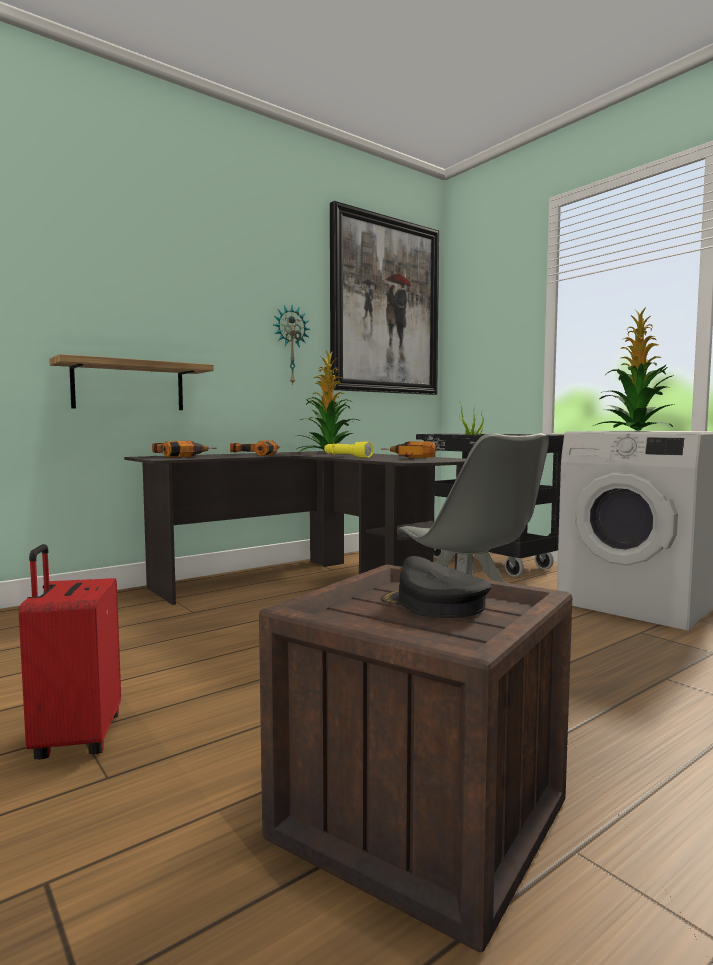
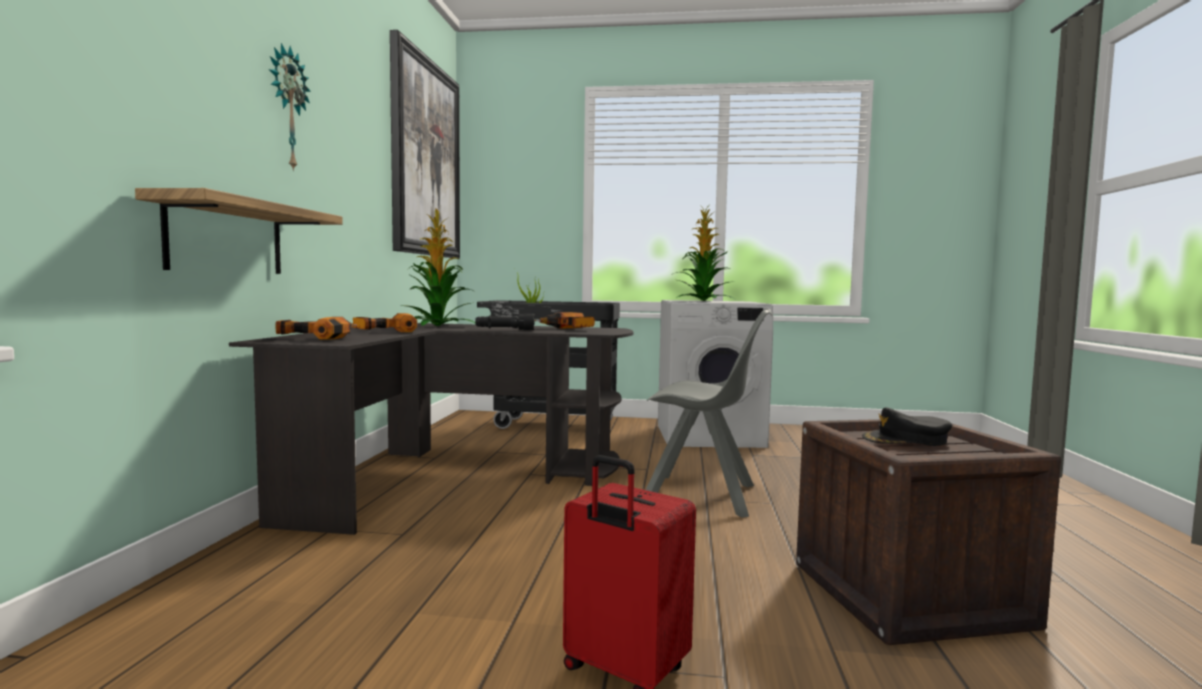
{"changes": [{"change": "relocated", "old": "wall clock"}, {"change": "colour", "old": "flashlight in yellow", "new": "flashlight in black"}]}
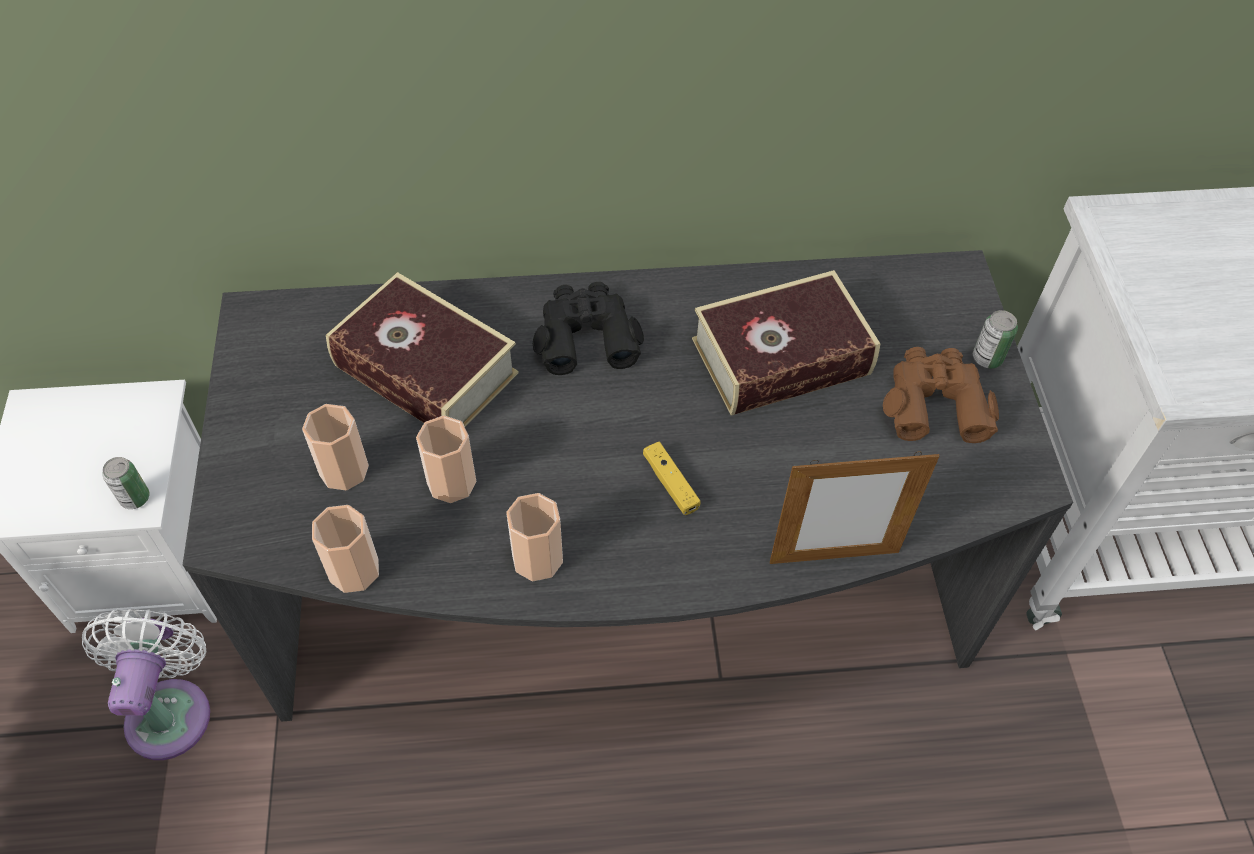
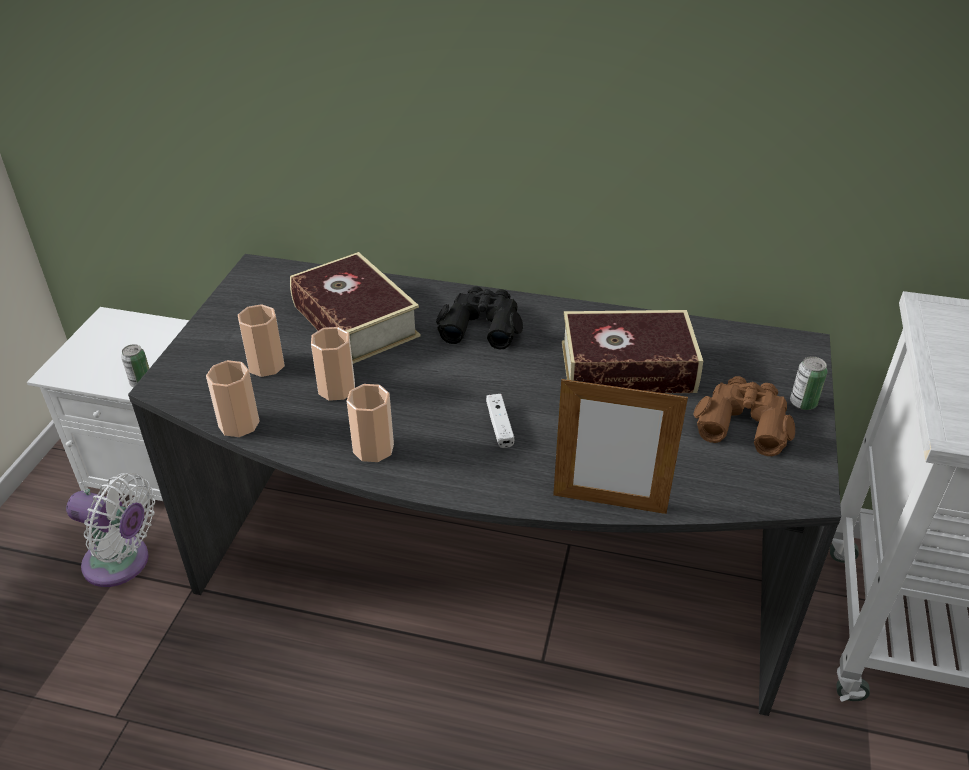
{"changes": [{"change": "colour", "old": "game controller in yellow", "new": "game controller in white"}, {"change": "spun", "old": "fan in white", "degrees": 90}]}
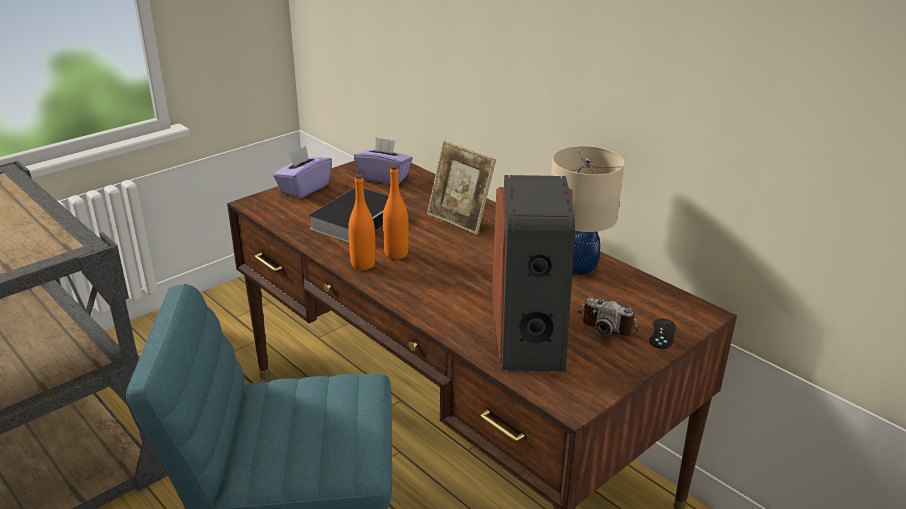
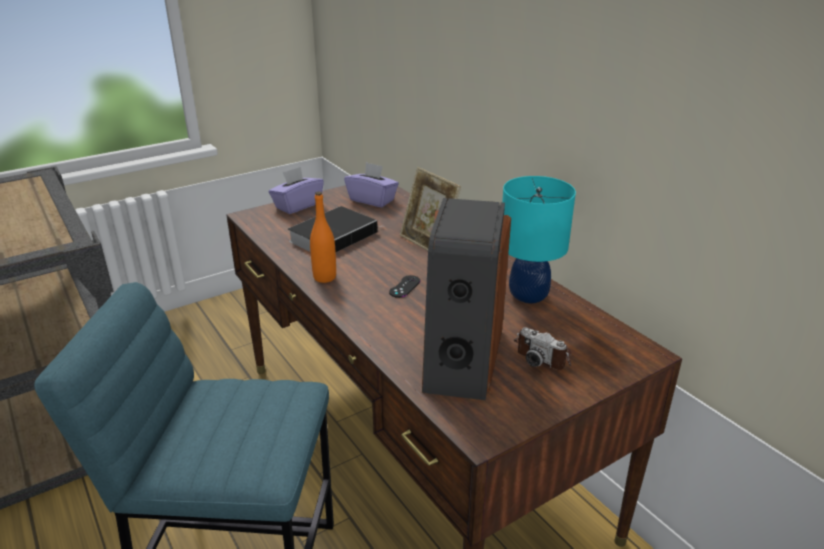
{"changes": [{"change": "colour", "old": "table lamp in beige", "new": "table lamp in turquoise"}, {"change": "missing", "old": "bottle in orange (no. 2 from left)"}, {"change": "relocated", "old": "game controller in black"}]}
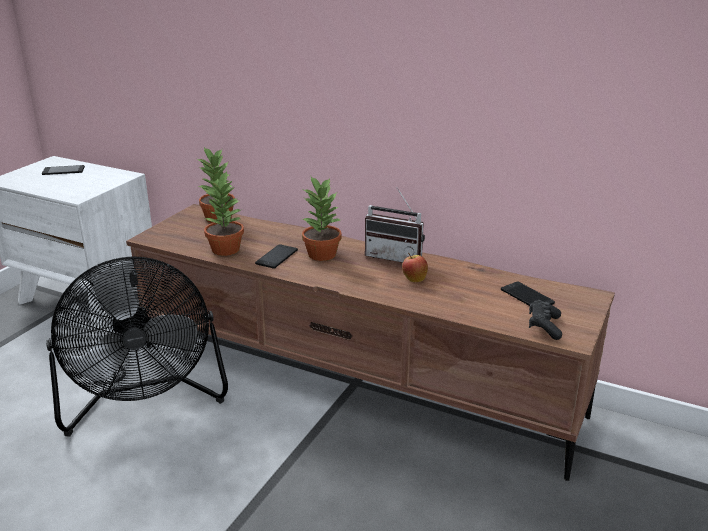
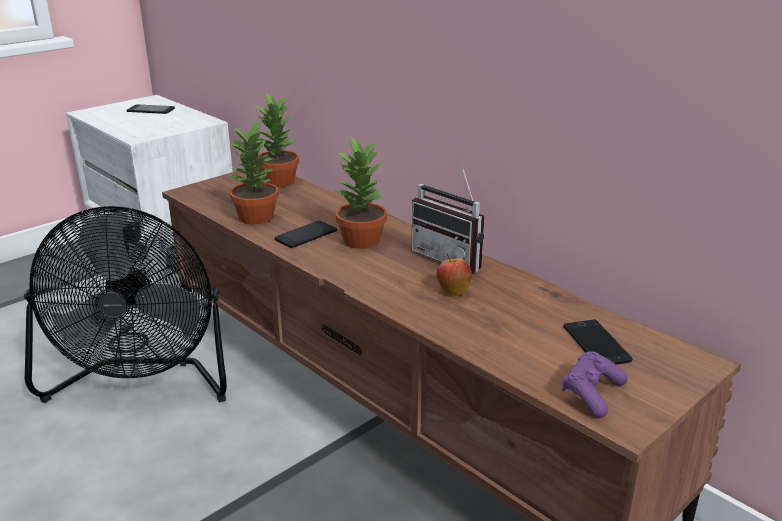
{"changes": [{"change": "colour", "old": "game controller in black", "new": "game controller in purple"}]}
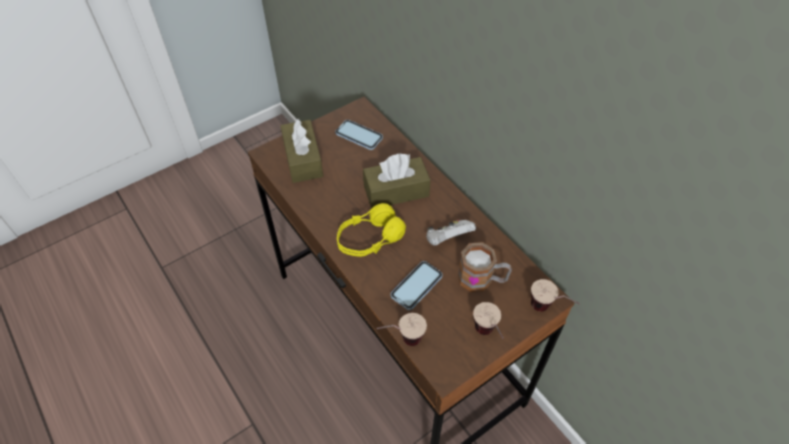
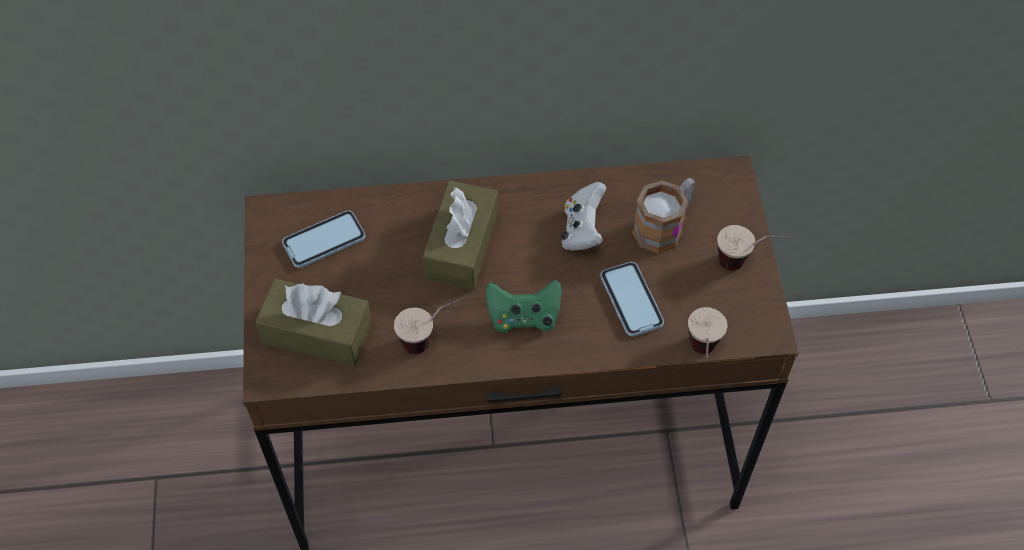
{"changes": [{"change": "exchanged", "old": "headphones in yellow", "new": "game controller in green"}, {"change": "relocated", "old": "cup (no. 3 from left in the first image)", "new": "cup (no. 1 from left)"}]}
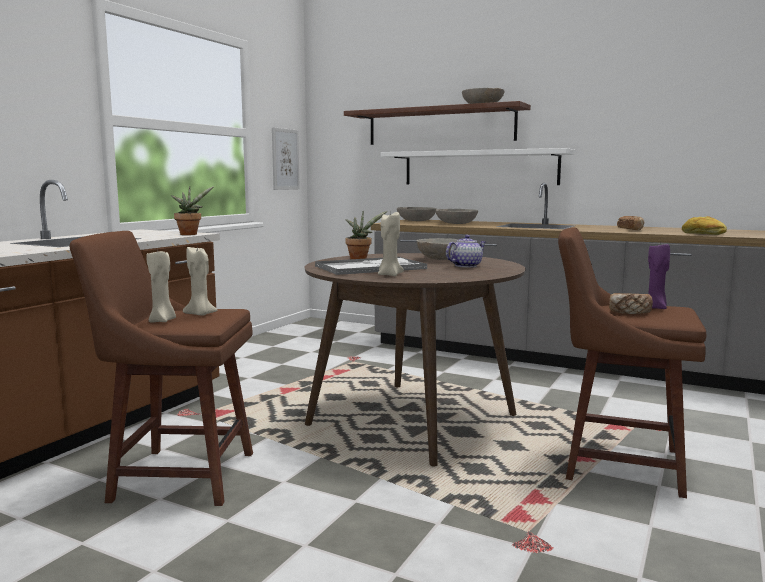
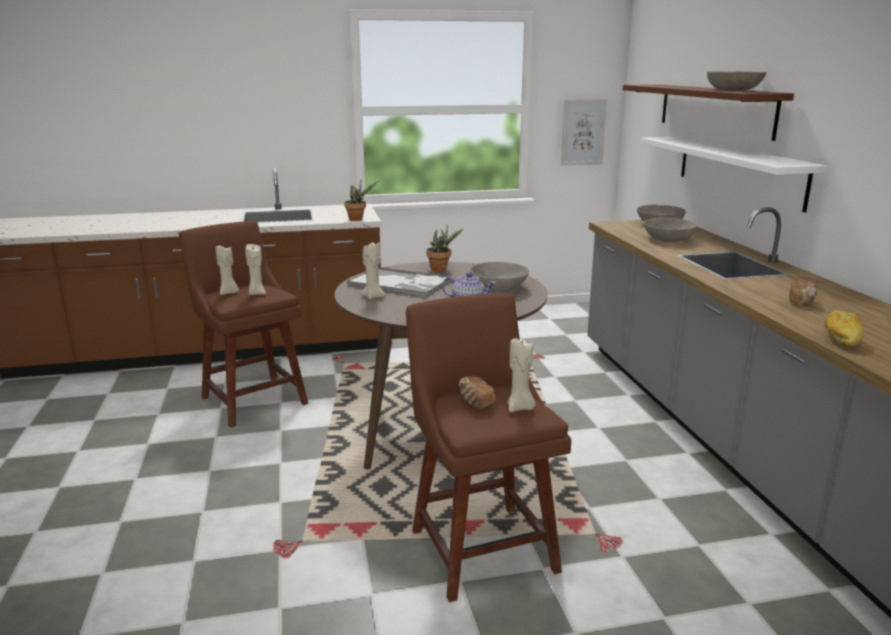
{"changes": [{"change": "colour", "old": "candle in purple", "new": "candle in beige (no. 4 from left)"}]}
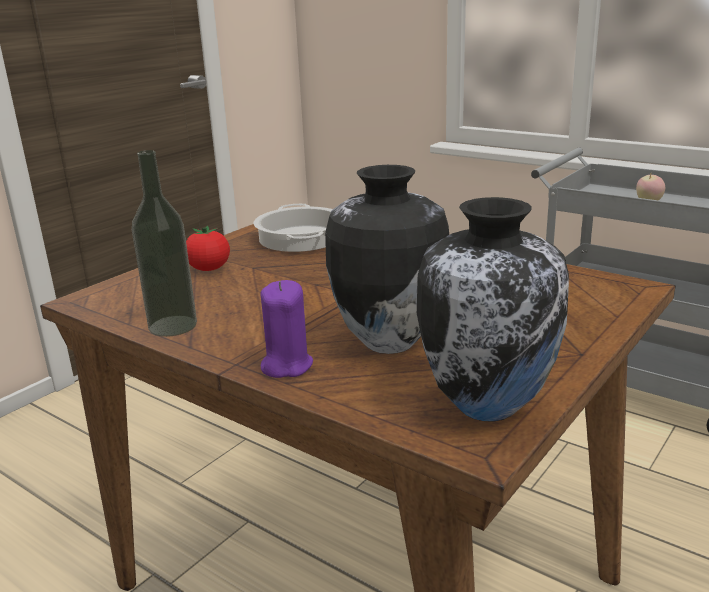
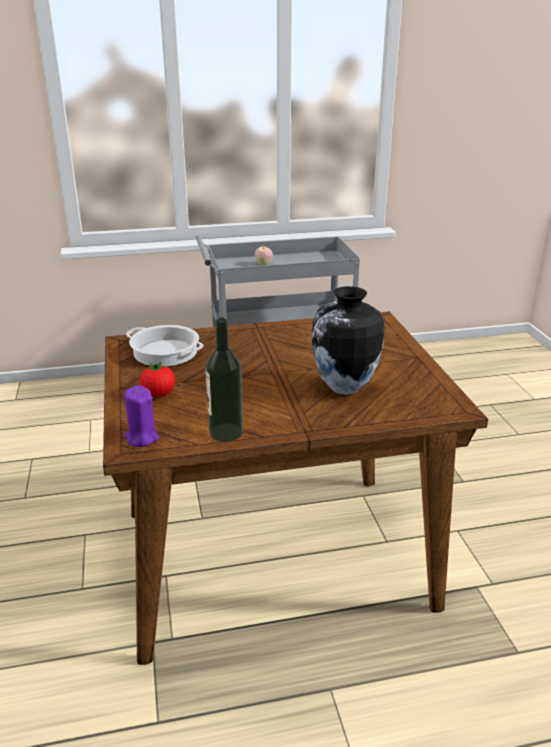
{"changes": [{"change": "missing", "old": "vase (no. 2 from left)"}, {"change": "relocated", "old": "candle in purple"}]}
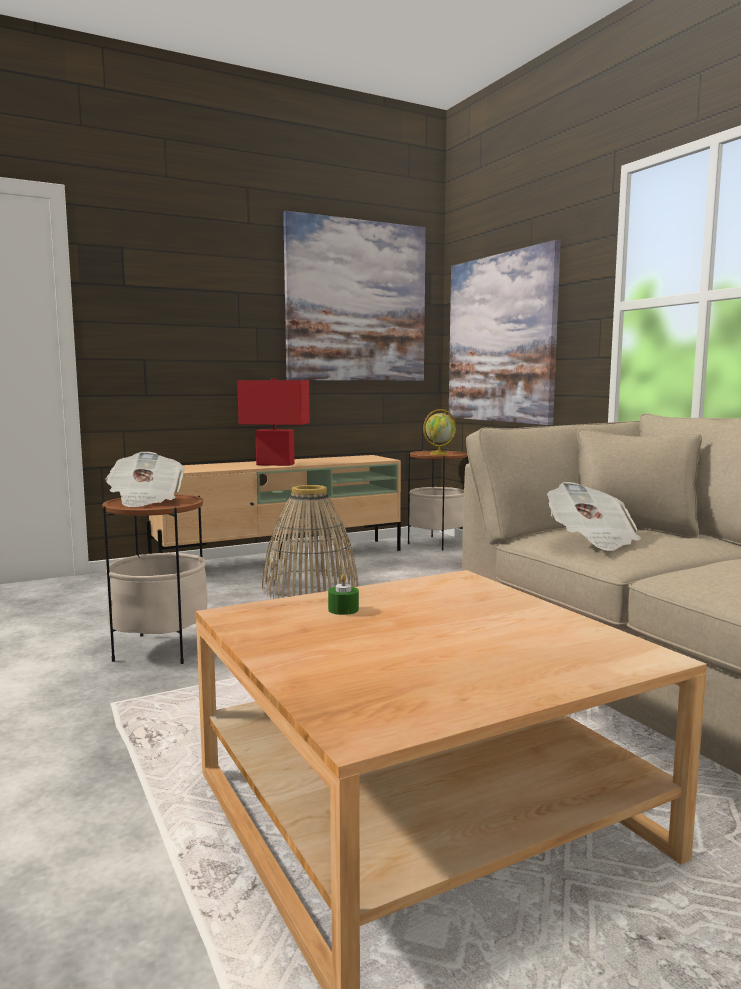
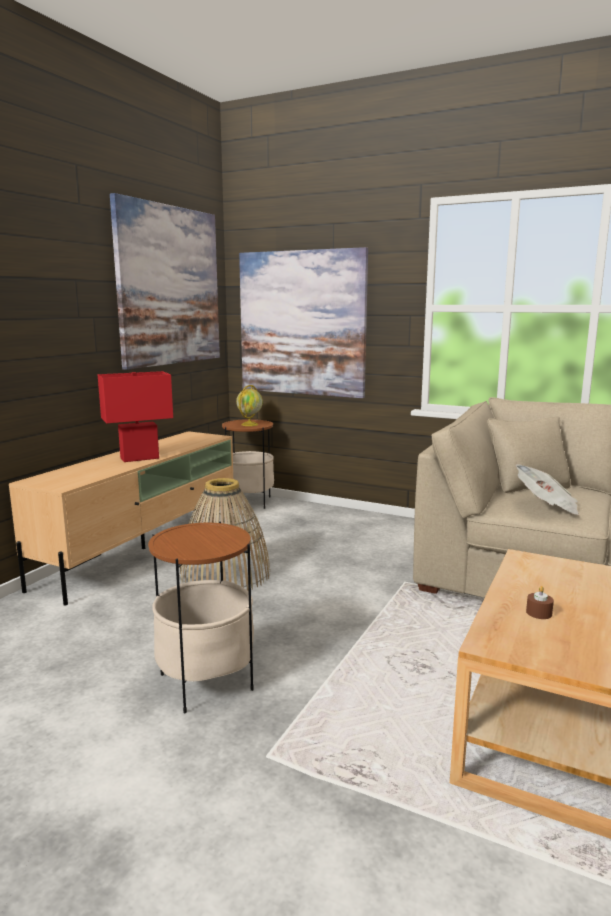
{"changes": [{"change": "missing", "old": "newspaper (no. 1 from left)"}, {"change": "colour", "old": "candle in green", "new": "candle in brown"}]}
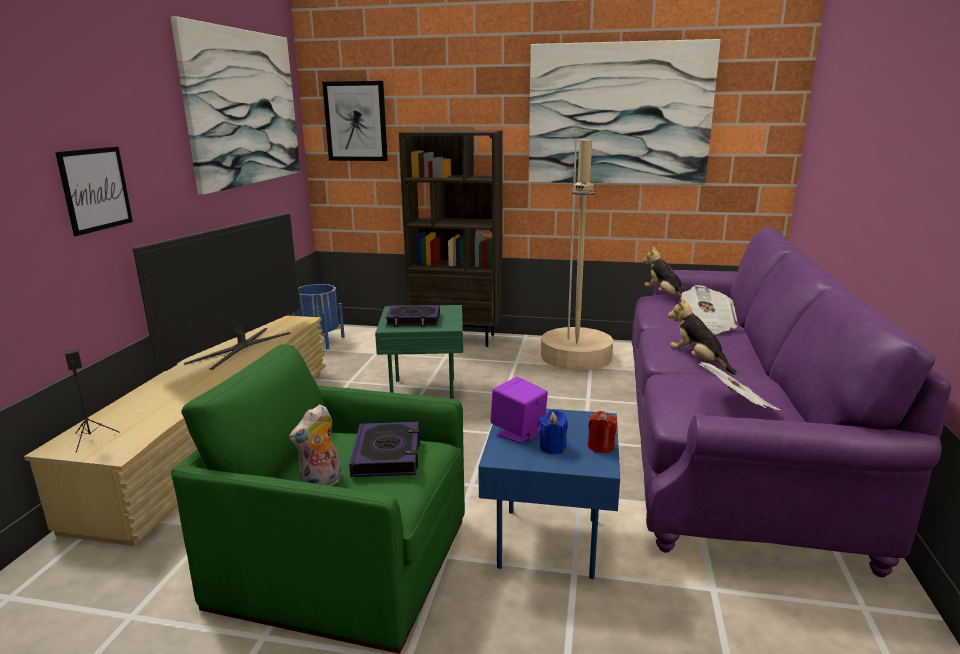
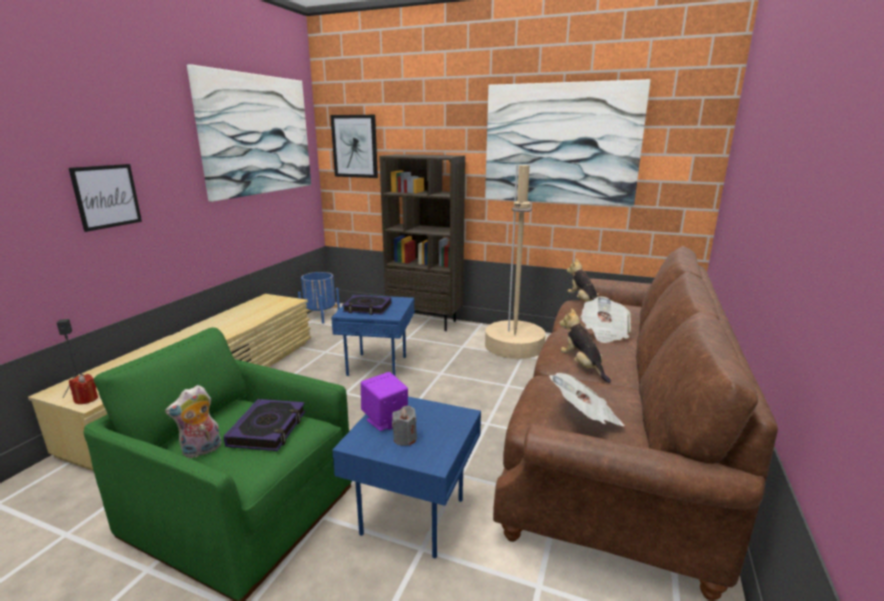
{"changes": [{"change": "missing", "old": "television"}, {"change": "colour", "old": "sofa in purple", "new": "sofa in brown"}, {"change": "colour", "old": "side table in green", "new": "side table in blue (no. 1 from left)"}, {"change": "colour", "old": "candle in blue", "new": "candle in grey"}, {"change": "relocated", "old": "candle in red"}]}
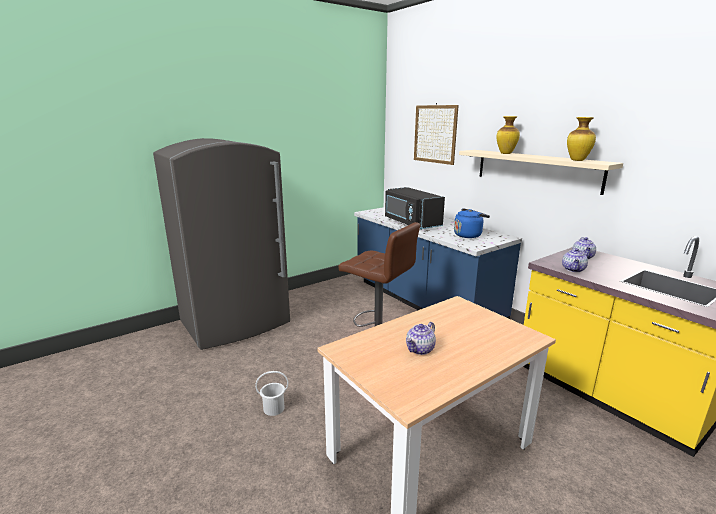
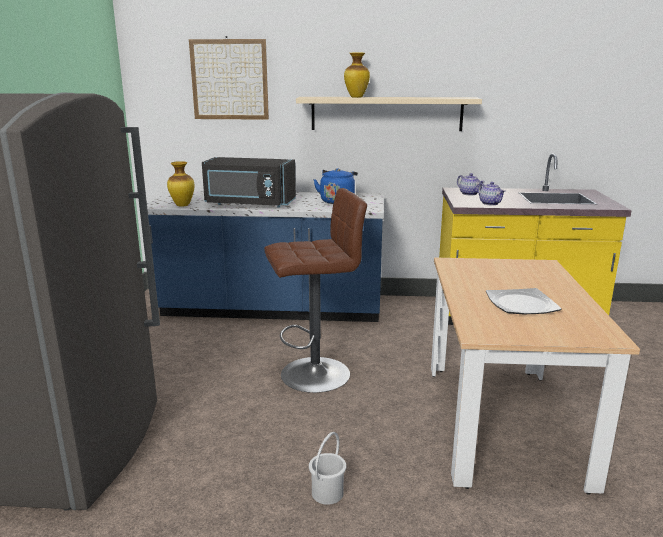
{"changes": [{"change": "relocated", "old": "vase (no. 2 from left in the first image)", "new": "vase (no. 1 from left)"}, {"change": "exchanged", "old": "teapot (no. 1 from left)", "new": "plate"}]}
